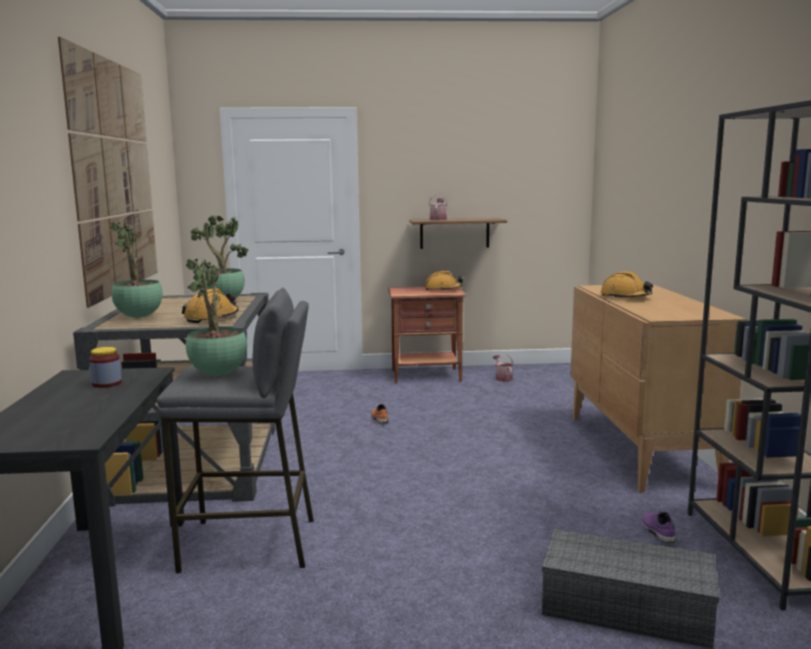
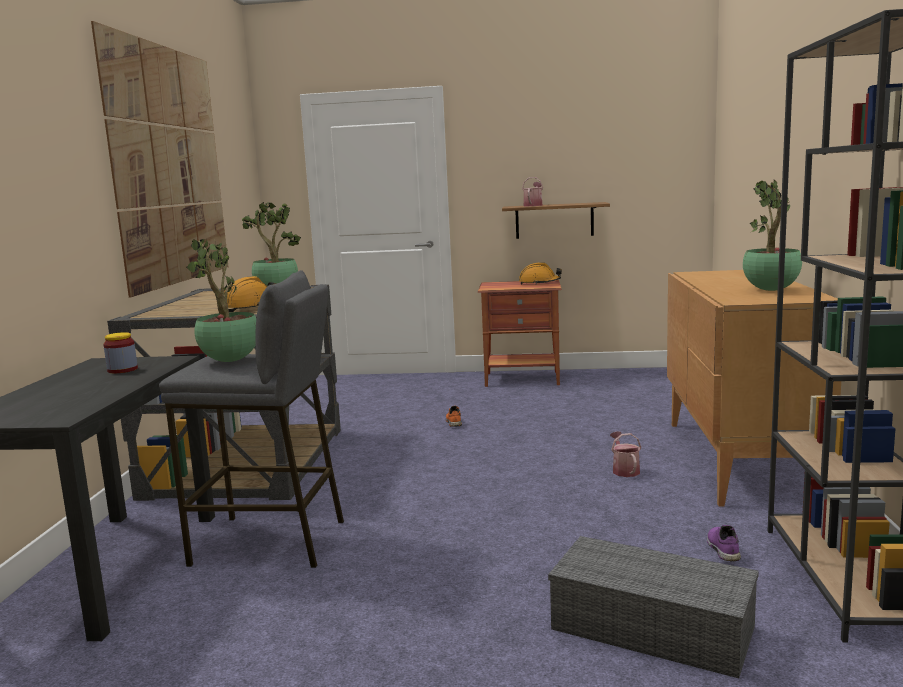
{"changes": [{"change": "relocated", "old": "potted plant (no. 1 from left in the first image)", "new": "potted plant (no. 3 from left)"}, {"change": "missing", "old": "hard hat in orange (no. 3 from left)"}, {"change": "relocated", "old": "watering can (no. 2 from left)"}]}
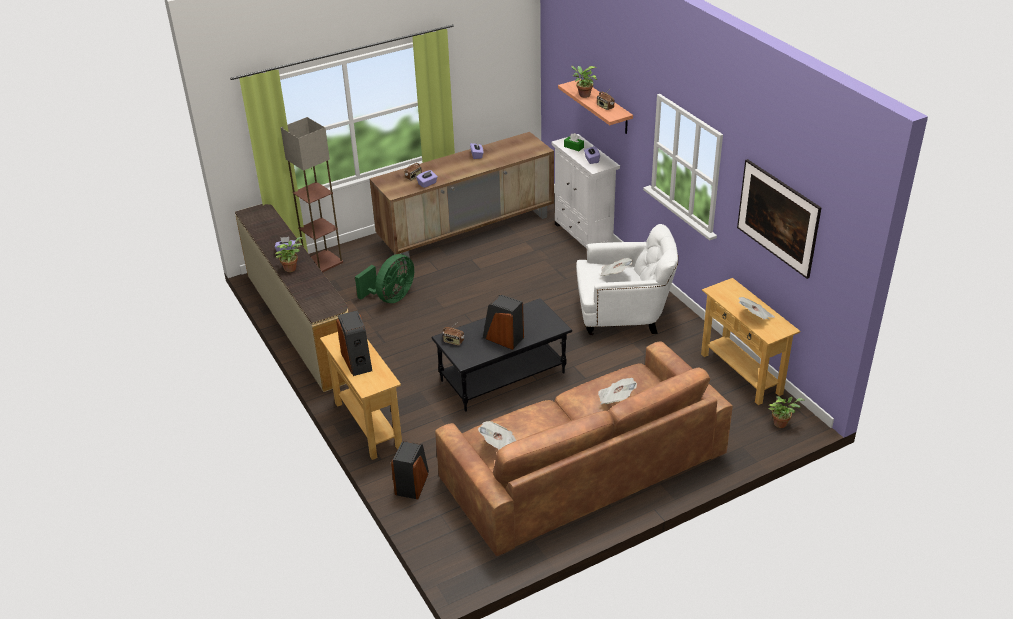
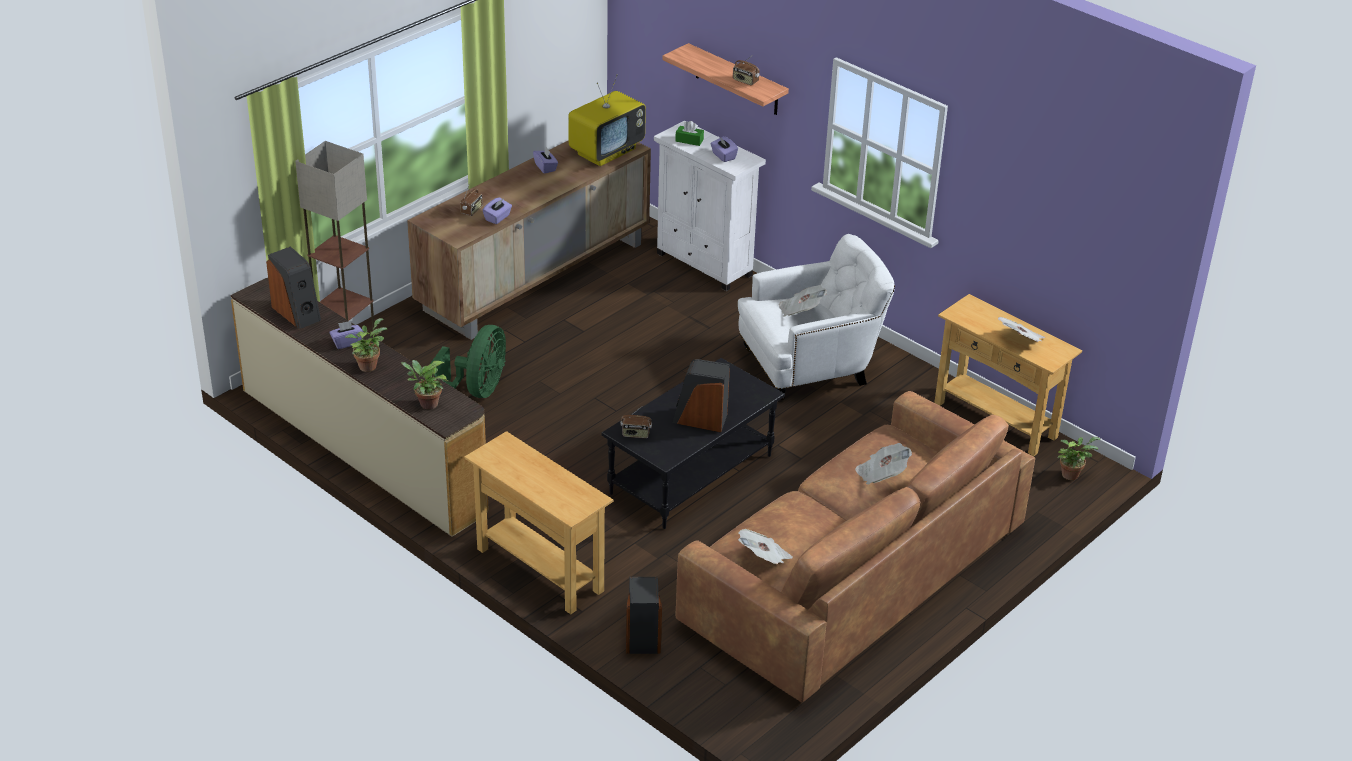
{"changes": [{"change": "relocated", "old": "potted plant (no. 2 from left)"}, {"change": "missing", "old": "picture"}, {"change": "relocated", "old": "speaker (no. 1 from left)"}, {"change": "appeared", "new": "television"}]}
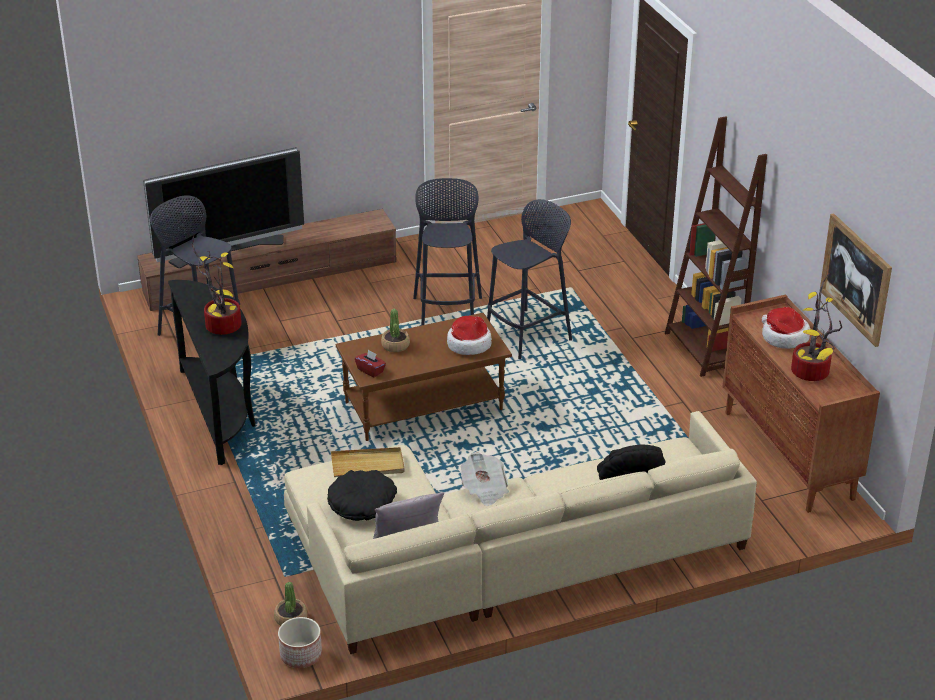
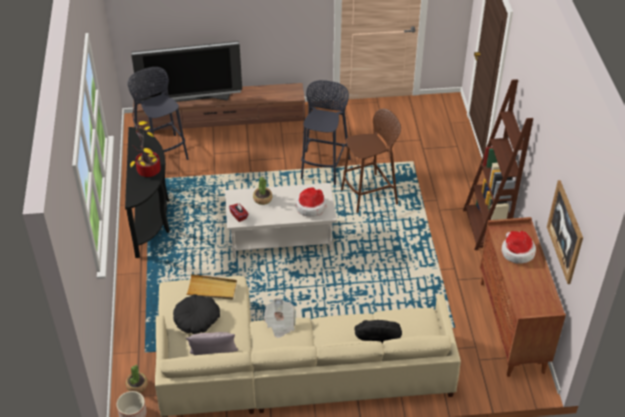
{"changes": [{"change": "colour", "old": "stool in grey (no. 3 from left)", "new": "stool in brown"}, {"change": "missing", "old": "potted plant (no. 4 from left)"}, {"change": "colour", "old": "coffee table in brown", "new": "coffee table in white"}]}
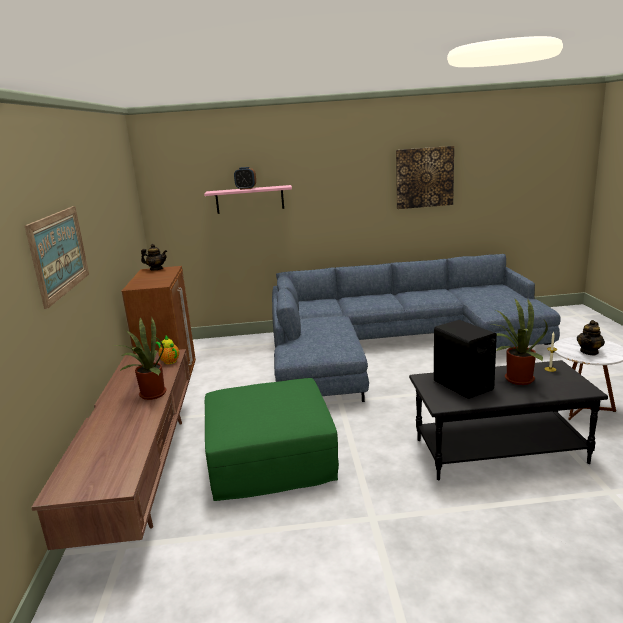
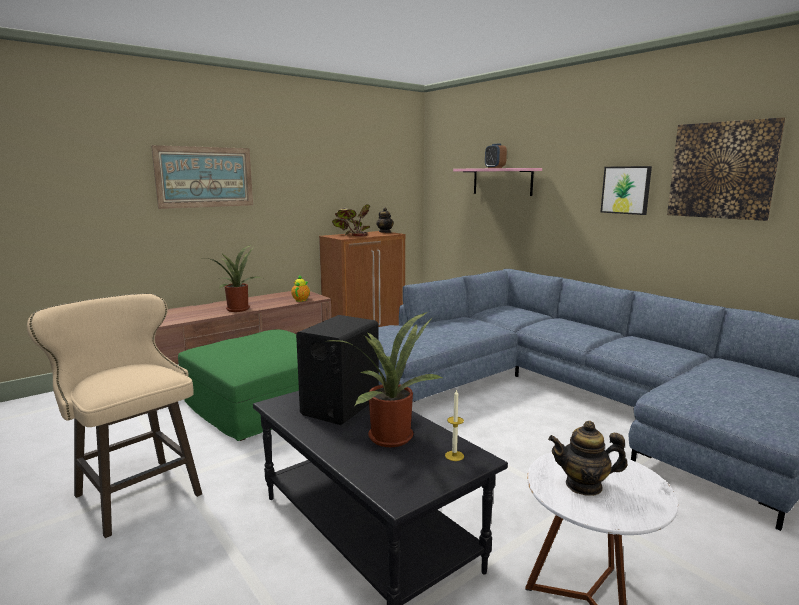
{"changes": [{"change": "appeared", "new": "picture (no. 2 from left)"}, {"change": "appeared", "new": "potted plant (no. 2 from left)"}, {"change": "appeared", "new": "stool in beige"}]}
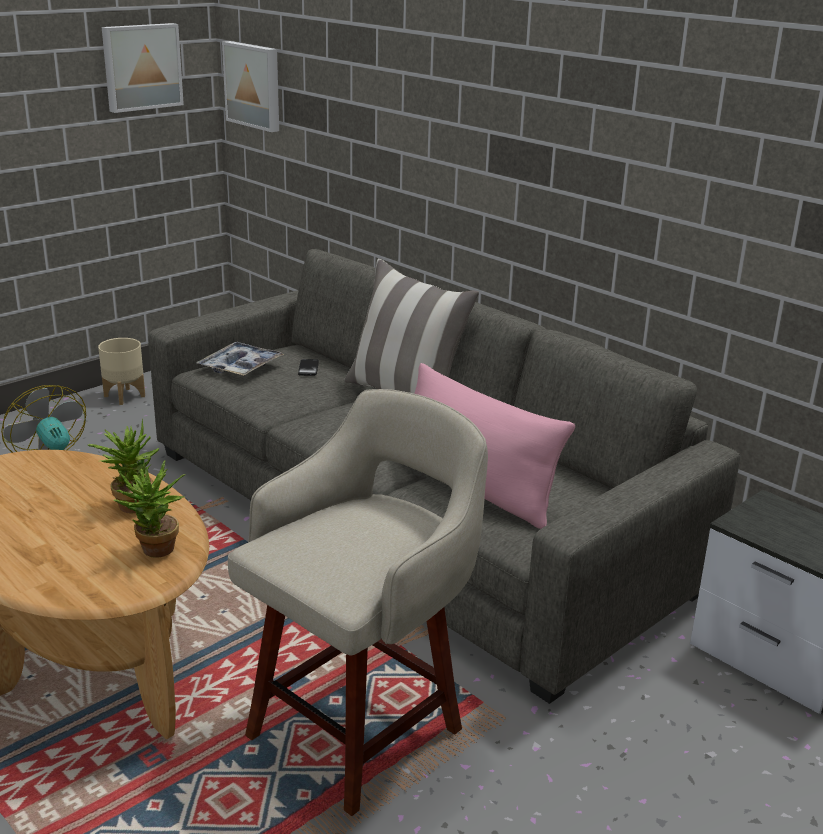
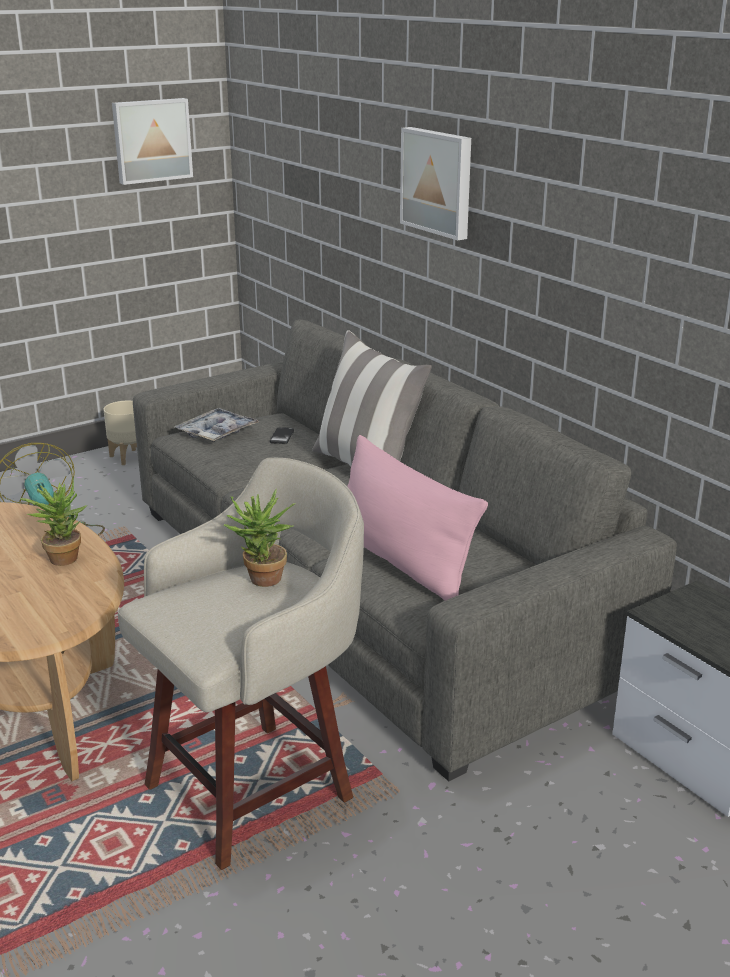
{"changes": [{"change": "relocated", "old": "picture (no. 2 from left)"}, {"change": "relocated", "old": "potted plant (no. 2 from left)"}]}
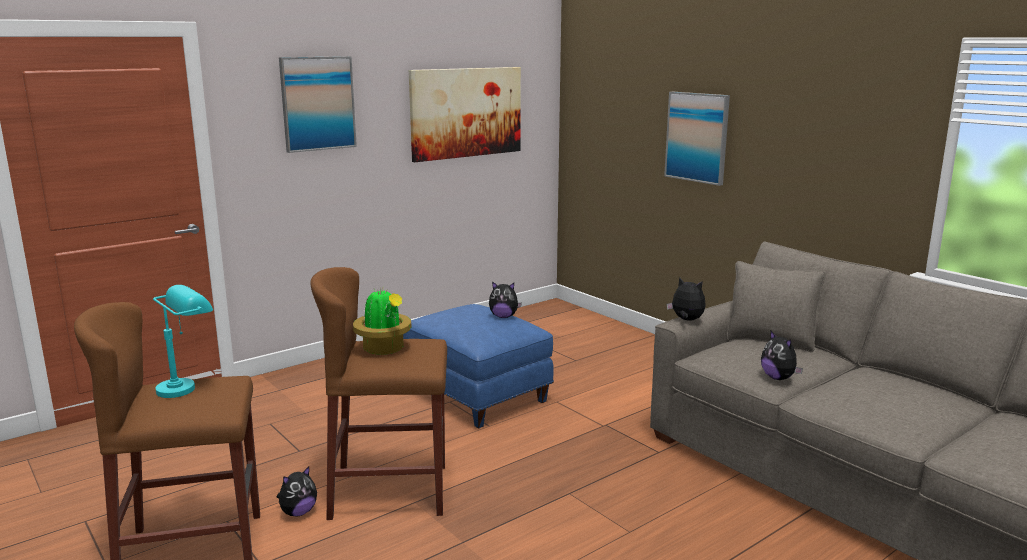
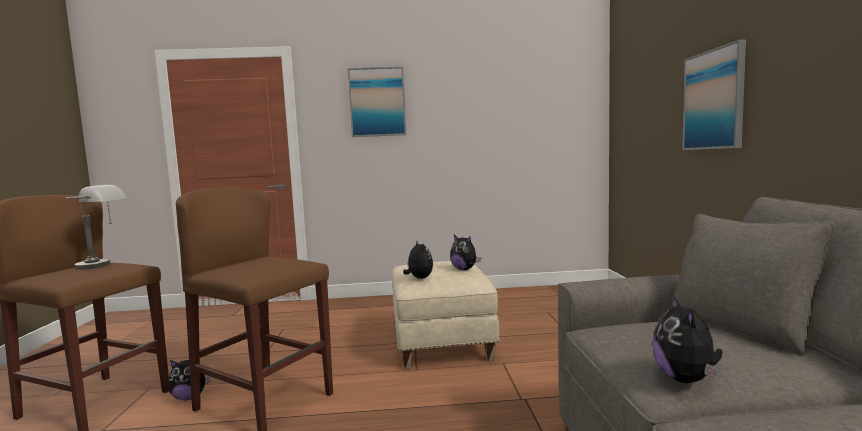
{"changes": [{"change": "missing", "old": "picture (no. 2 from left)"}, {"change": "relocated", "old": "plush toy (no. 3 from left in the first image)", "new": "plush toy (no. 2 from left)"}, {"change": "colour", "old": "table lamp in turquoise", "new": "table lamp in grey"}, {"change": "missing", "old": "potted plant"}, {"change": "colour", "old": "ottoman in blue", "new": "ottoman in beige"}]}
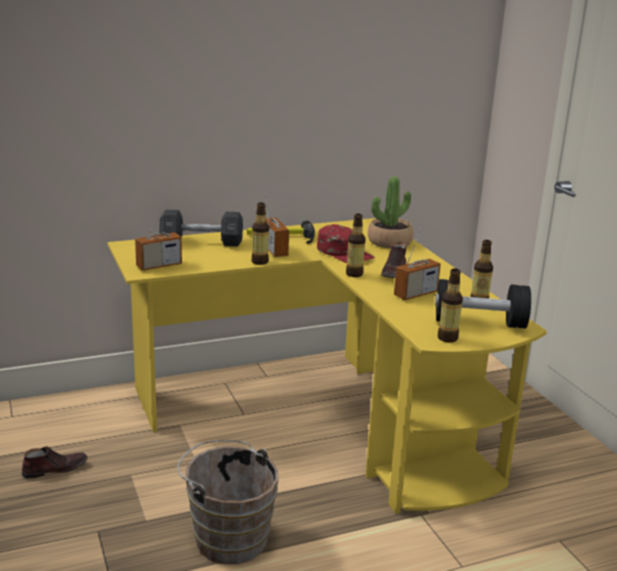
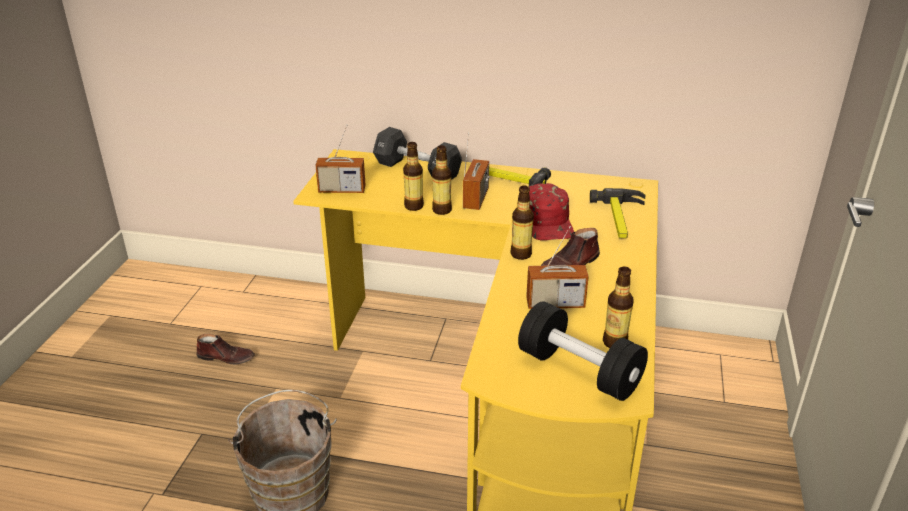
{"changes": [{"change": "exchanged", "old": "potted plant", "new": "hammer (no. 2 from left)"}, {"change": "relocated", "old": "bottle (no. 3 from left in the first image)", "new": "bottle (no. 1 from left)"}]}
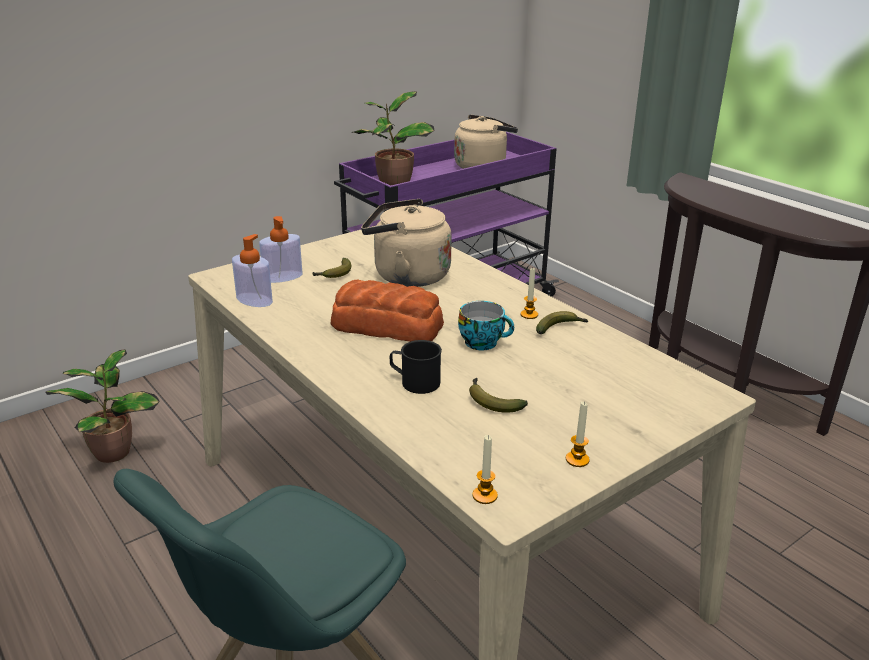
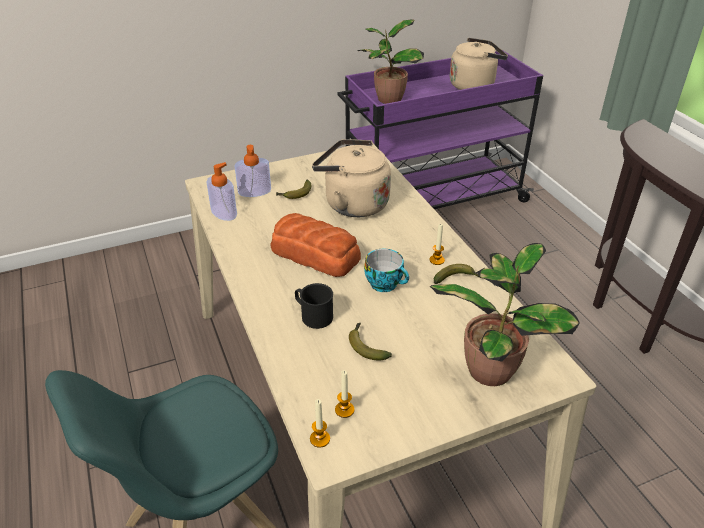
{"changes": [{"change": "relocated", "old": "potted plant (no. 1 from left in the first image)", "new": "potted plant (no. 2 from left)"}, {"change": "relocated", "old": "candle (no. 3 from left in the first image)", "new": "candle (no. 2 from left)"}]}
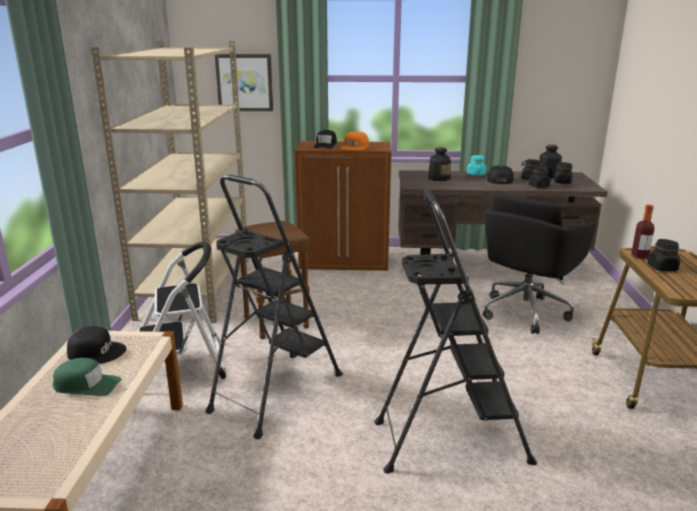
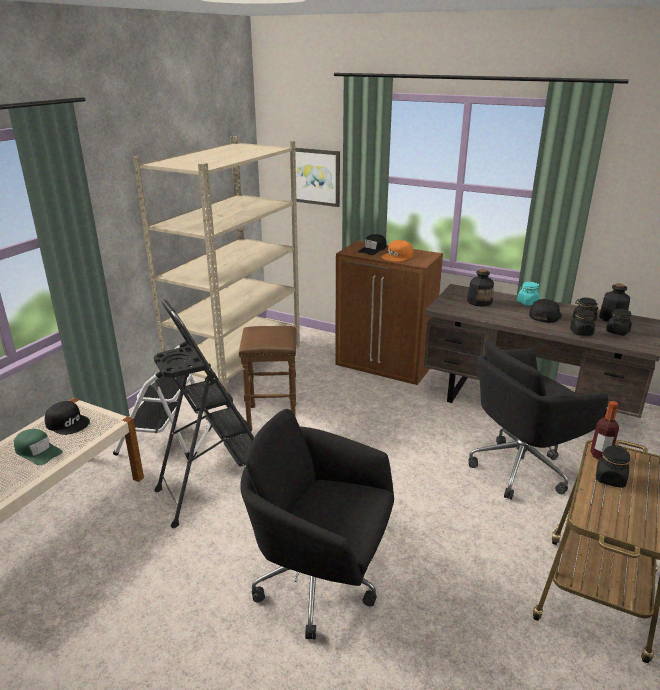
{"changes": [{"change": "exchanged", "old": "step ladder (no. 3 from left)", "new": "office chair in black (no. 1 from left)"}]}
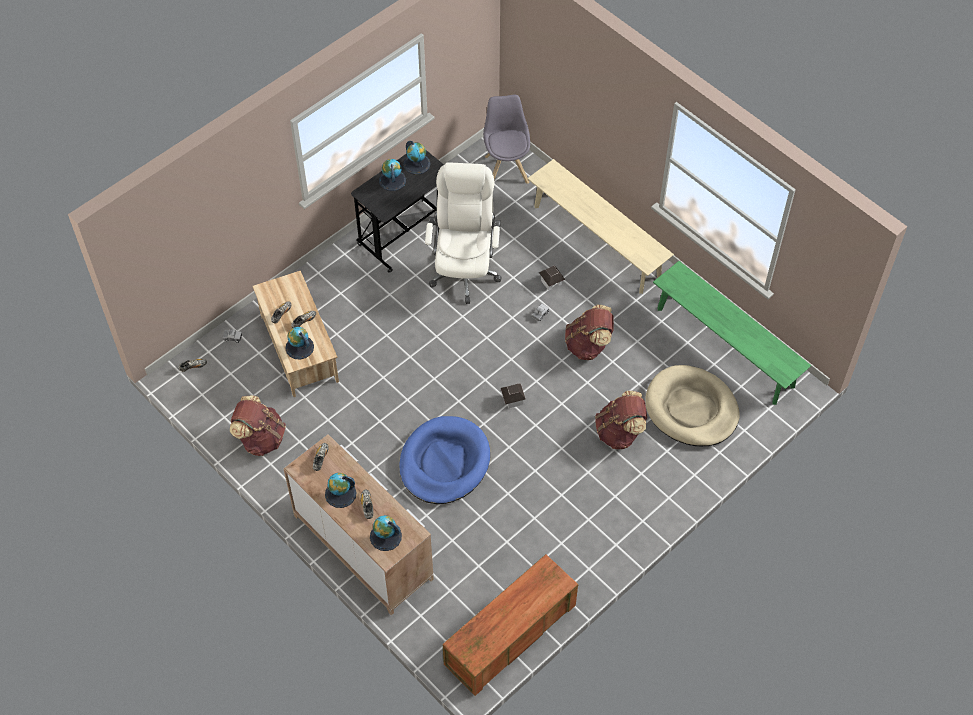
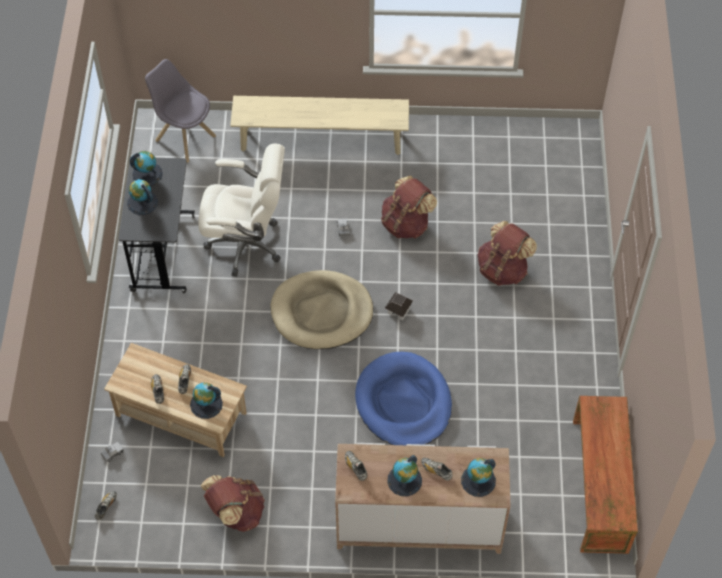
{"changes": [{"change": "spun", "old": "office chair in white", "degrees": 135}, {"change": "missing", "old": "bench in green"}, {"change": "missing", "old": "toy house (no. 2 from left)"}, {"change": "relocated", "old": "dog bed in beige"}]}
